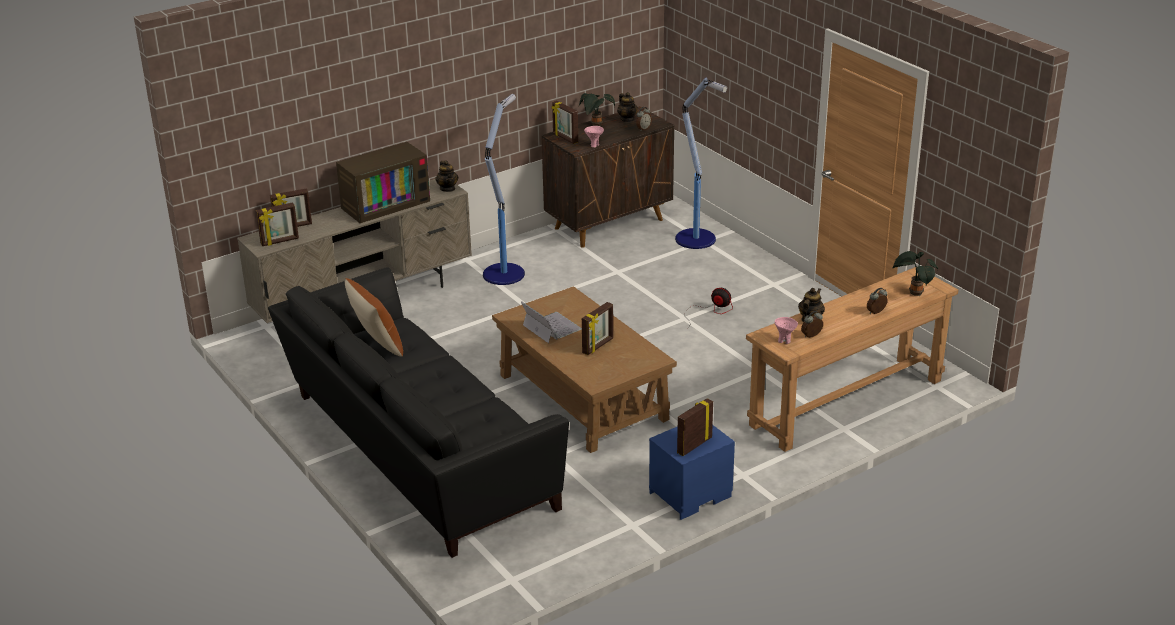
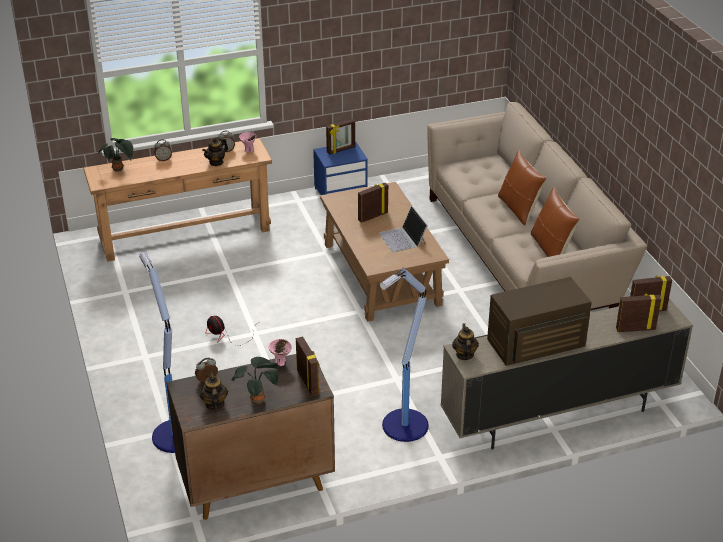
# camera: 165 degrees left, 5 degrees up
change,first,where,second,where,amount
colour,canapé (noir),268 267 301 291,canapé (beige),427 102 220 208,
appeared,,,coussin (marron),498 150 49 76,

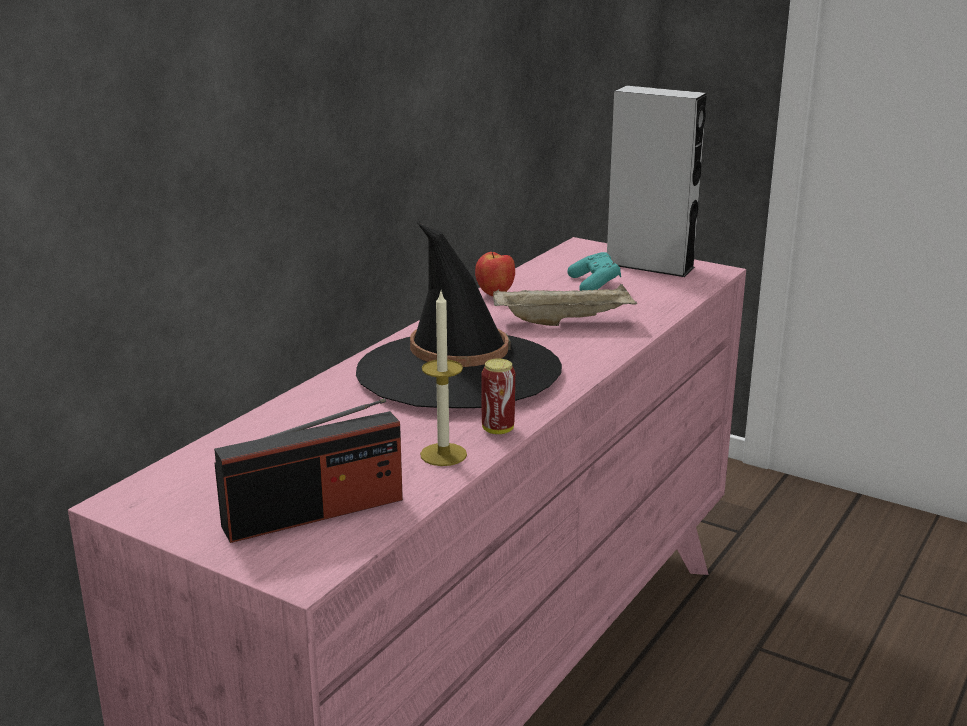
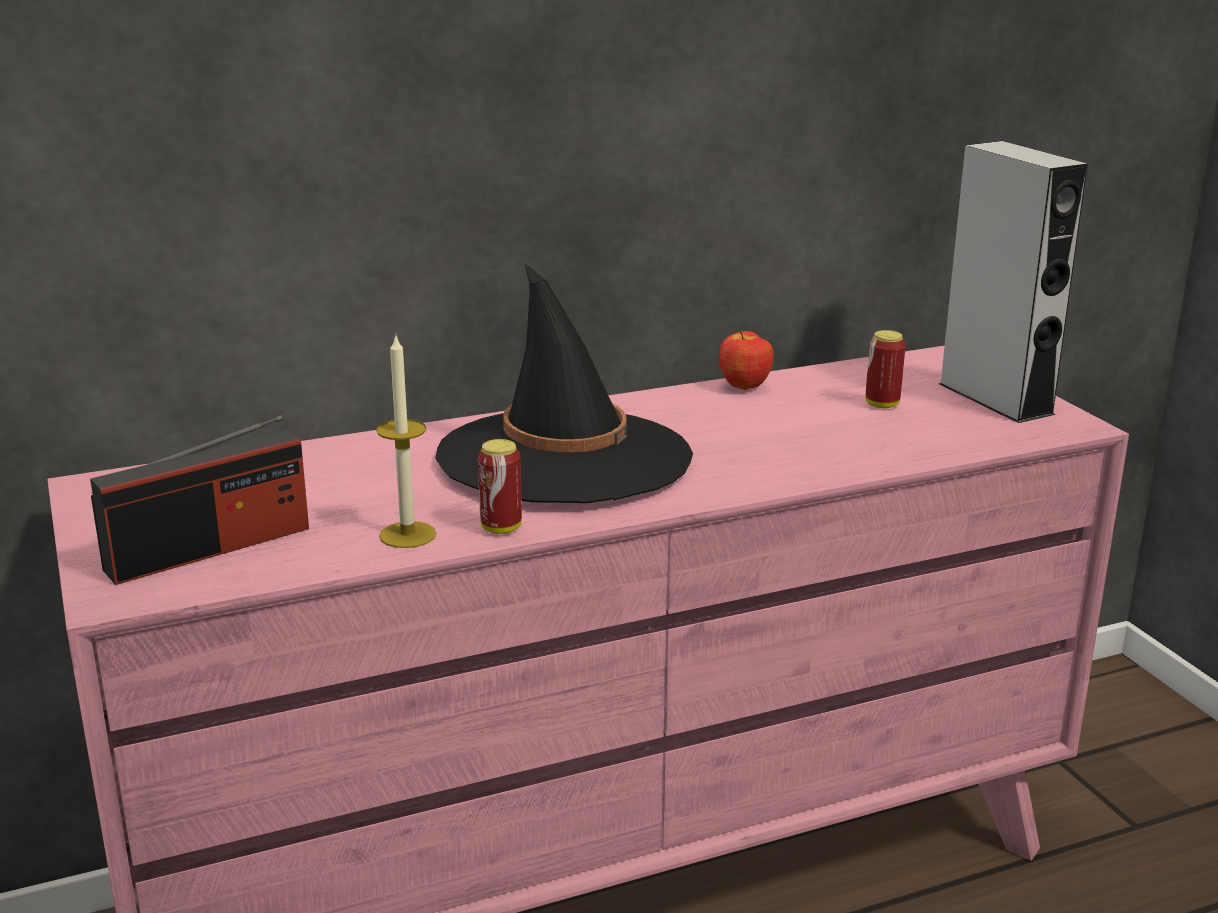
# camera: 35 degrees right, 0 degrees up
change,first,where,second,where,amount
spun,radio,214 398 189 145,,90 415 219 170,45 degrees counterclockwise
missing,plateau (beige),493 284 144 42,,,
exchanged,manette (turquoise),567 252 54 39,boîte métallique,866 330 40 78,

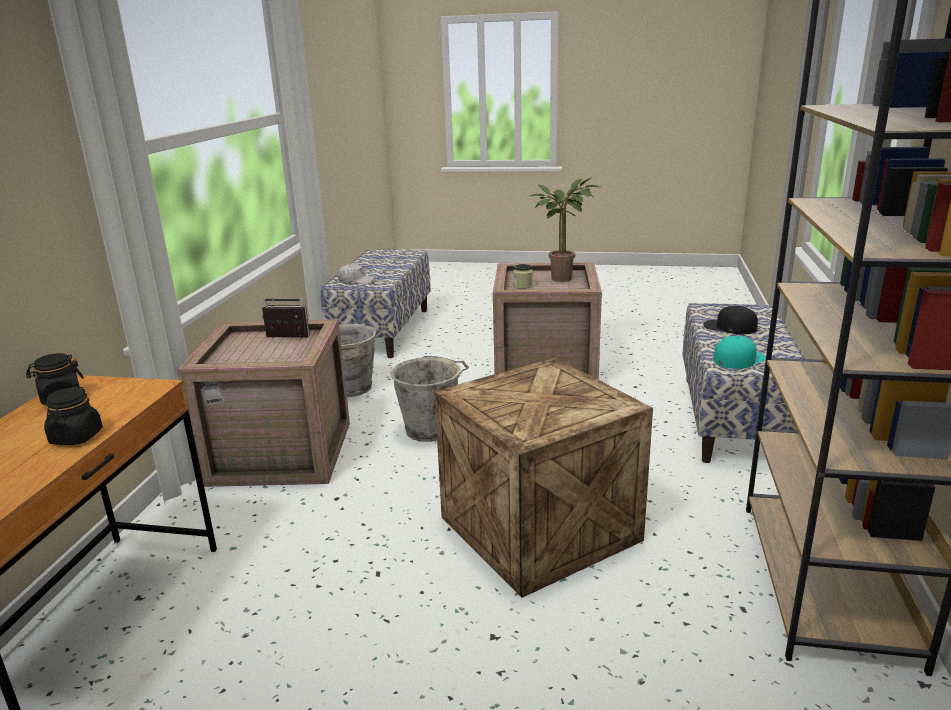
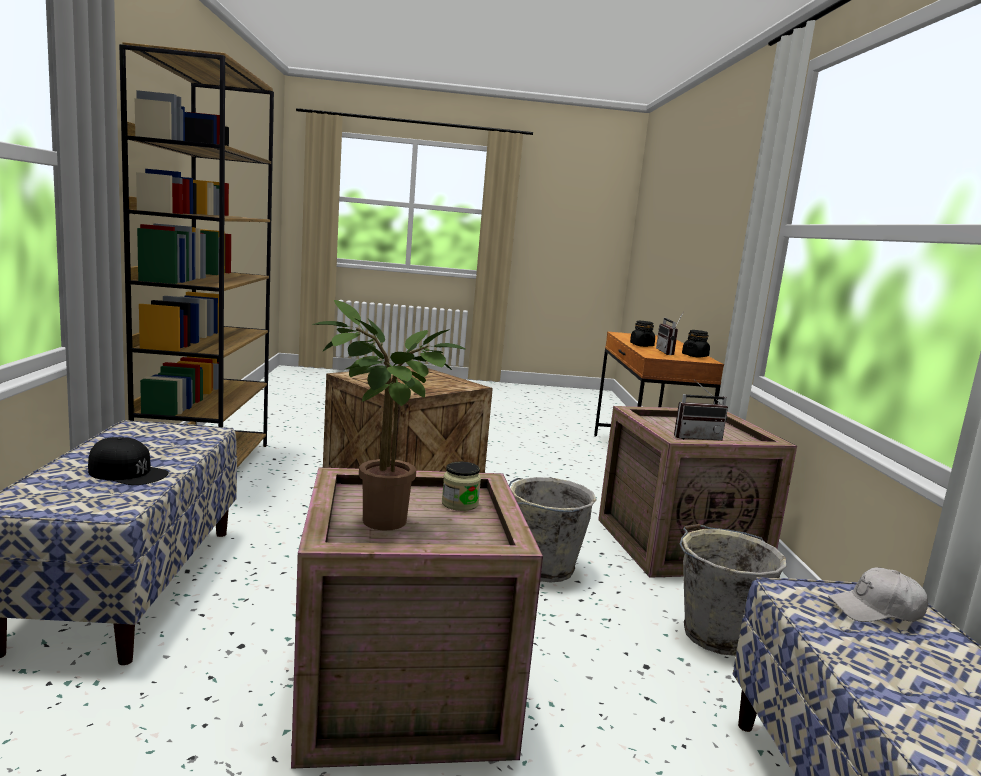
# camera: 165 degrees right, 10 degrees down
change,first,where,second,where,amount
missing,casquette (turquoise),713 336 53 33,,,
appeared,,,radio,656 313 27 42,

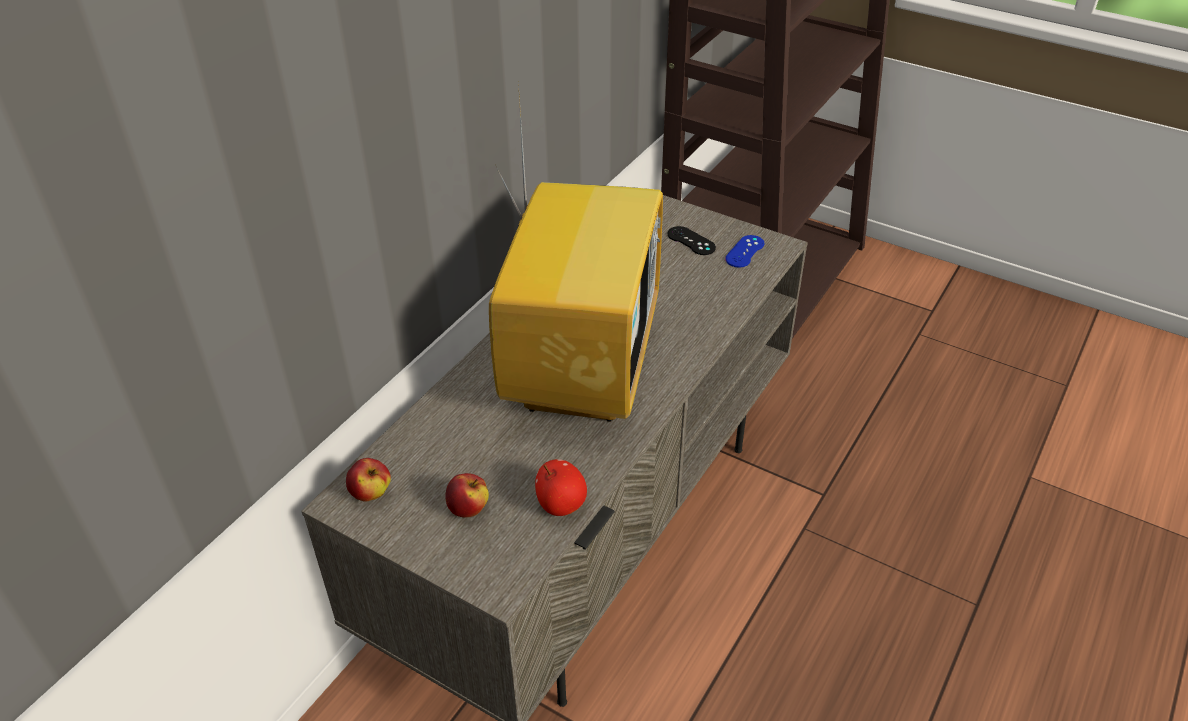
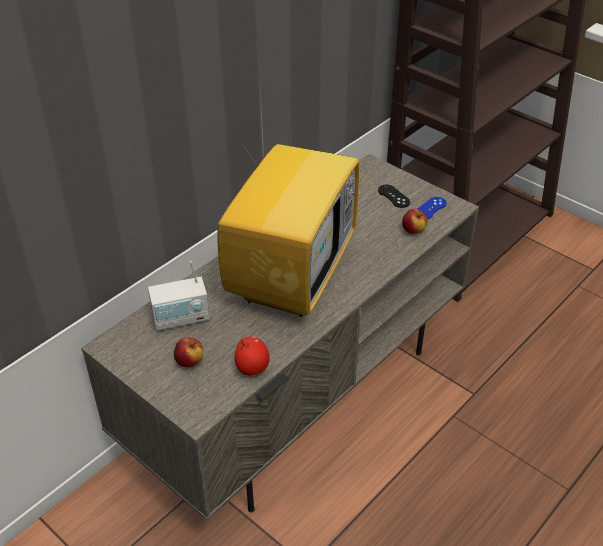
# camera: 10 degrees right, 0 degrees up
change,first,where,second,where,amount
relocated,pomme,346 458 45 44,,402 209 26 25,
appeared,,,radio,148 261 62 70,

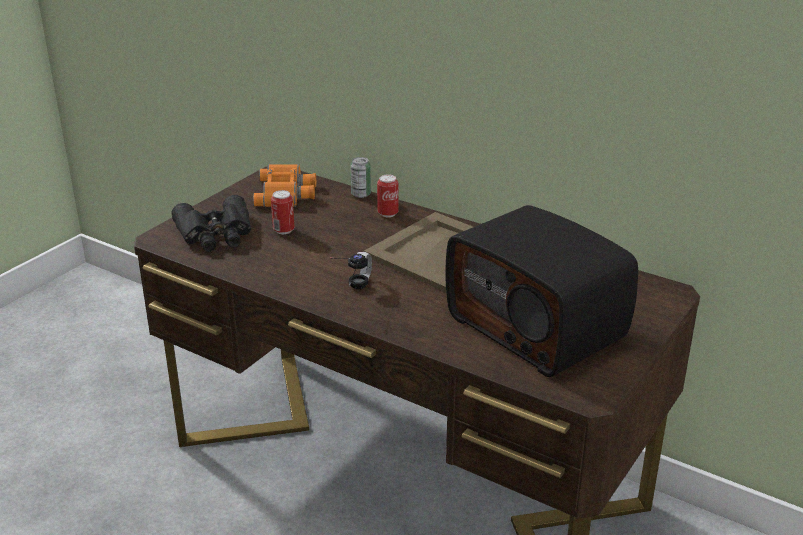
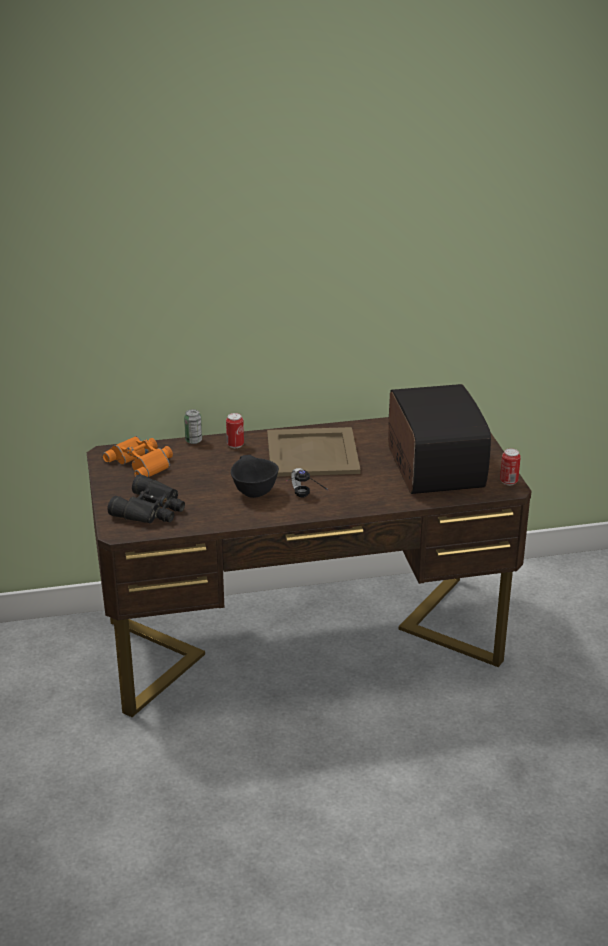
# camera: 45 degrees left, 0 degrees up
change,first,where,second,where,amount
relocated,boîte métallique,271 190 23 44,,500 448 21 37,
spun,radio,445 205 193 172,,388 384 103 110,105 degrees counterclockwise
appeared,,,bol (noir),231 455 48 43,

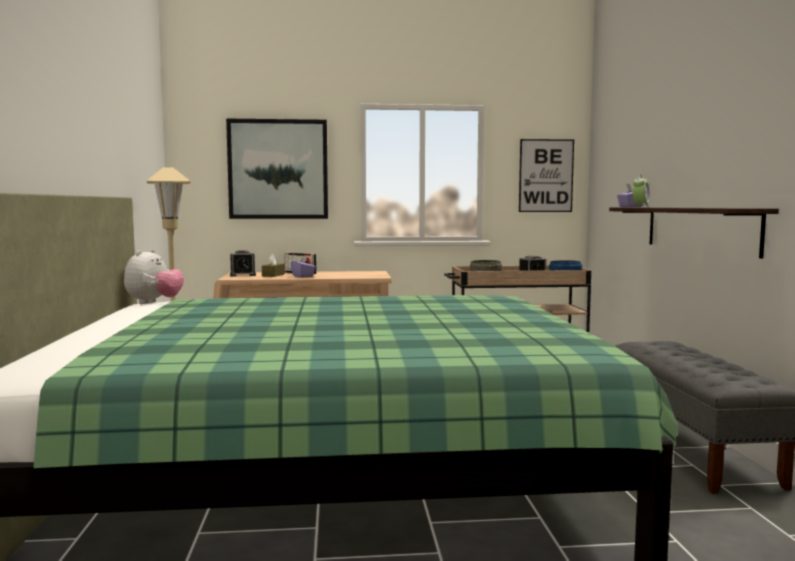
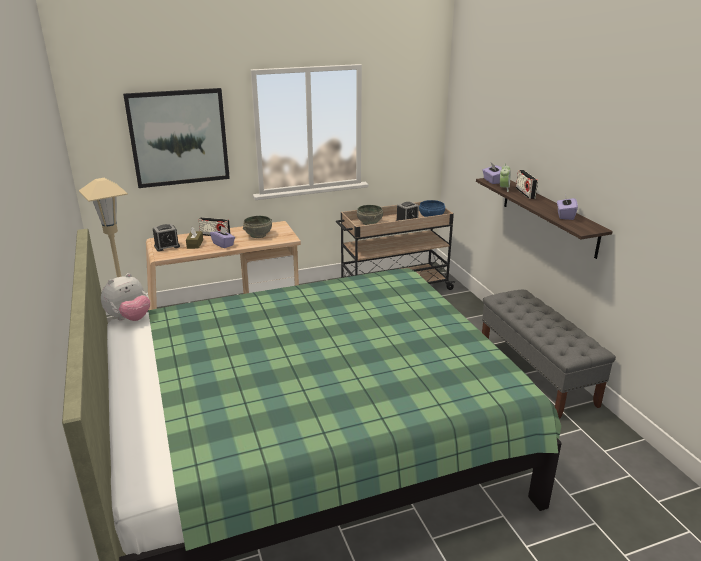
# camera: 15 degrees left, 20 degrees up
change,first,where,second,where,amount
spun,peluche,124 249 60 55,,101 273 49 48,45 degrees clockwise
missing,tableau,519 139 55 73,,,
appeared,,,bol (gris),243 216 29 22,
appeared,,,radio,516 170 22 29,
appeared,,,boîte à mouchoirs (violet),557 198 21 22,

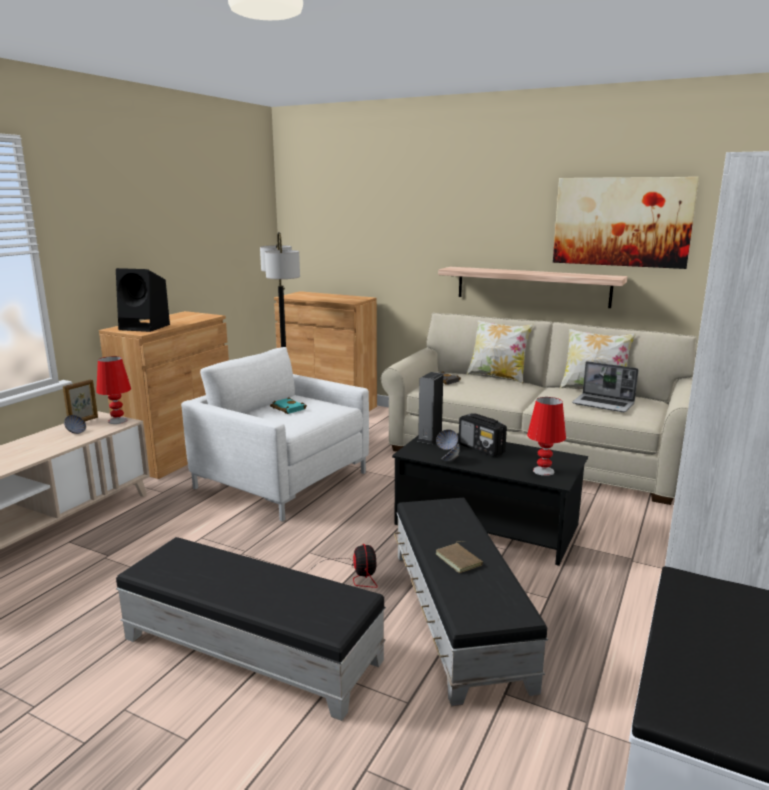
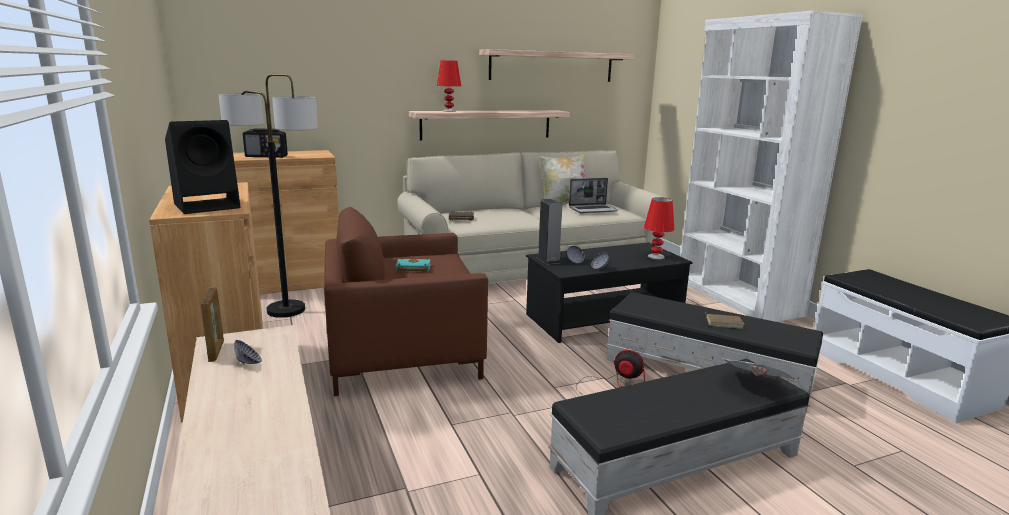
# camera: 50 degrees left, 0 degrees up
change,first,where,second,where,amount
relocated,lampe de table (rouge),96 356 35 68,,437 60 24 52,
colour,fauteuil (blanc),181 347 188 175,fauteuil (marron),324 207 164 189,
relocated,radio,459 413 48 44,,243 128 45 30,
missing,coussin,466 320 68 64,,,
exchanged,tableau,553 177 146 92,étagère,479 49 156 33,
appeared,,,journal,721 358 74 21,

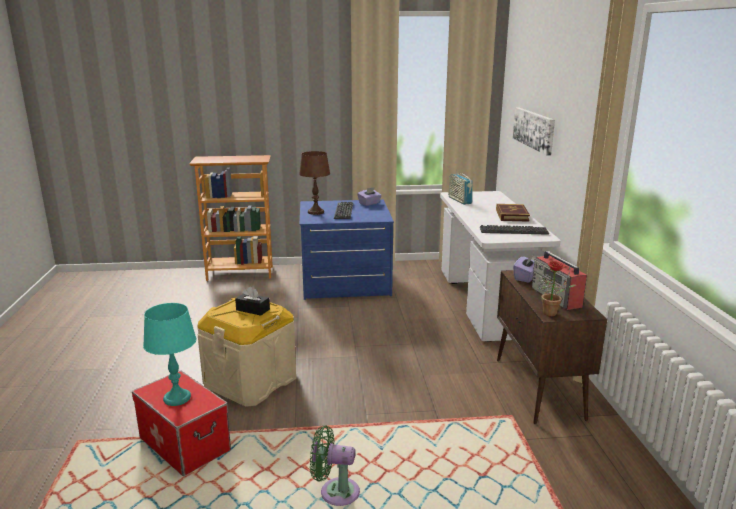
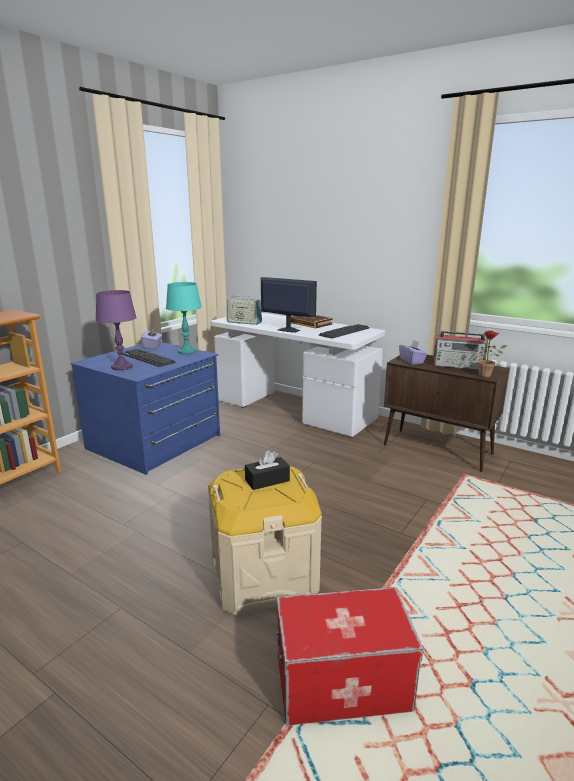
# camera: 50 degrees left, 0 degrees up
change,first,where,second,where,amount
relocated,lampe de table (turquoise),143 303 53 103,,166 282 36 72,
colour,lampe de table (marron),299 151 31 64,lampe de table (violet),95 290 42 80,
missing,ventilateur (vert),310 425 50 81,,,
missing,tableau,513 107 42 48,,,
appeared,,,écran d'ordinateur,261 277 56 56,

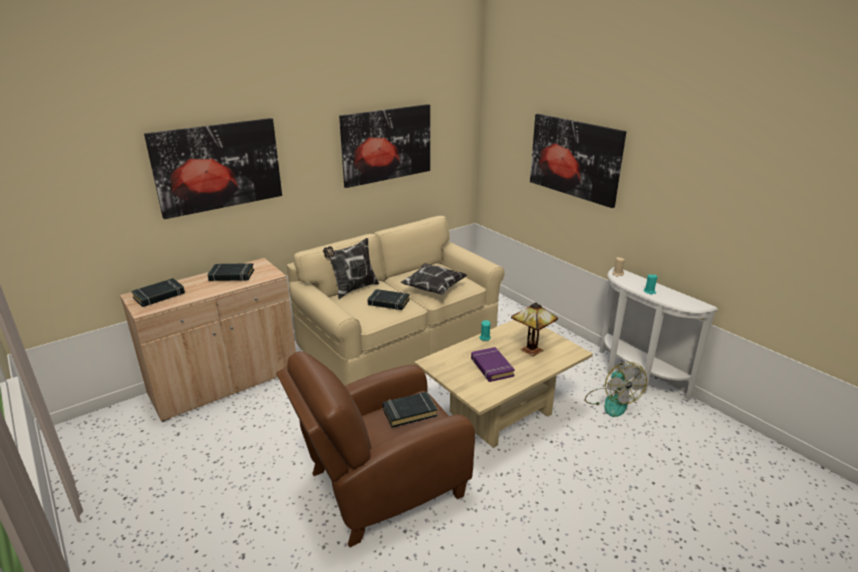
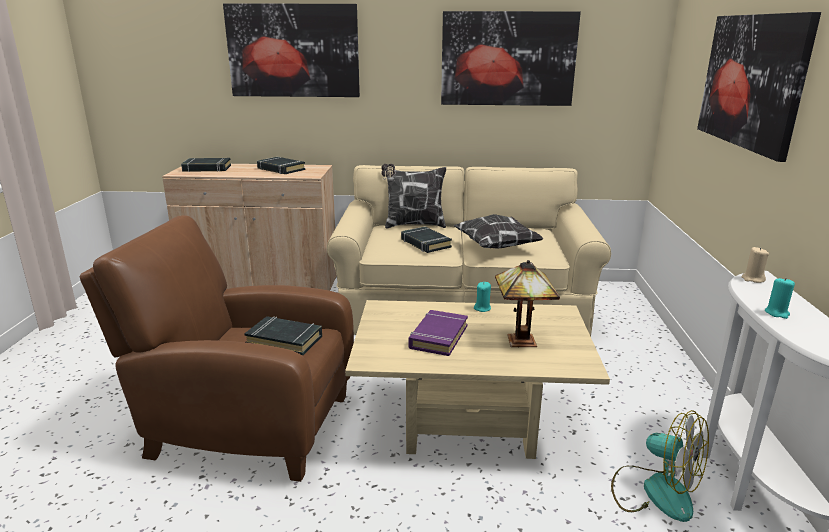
# camera: 40 degrees right, 5 degrees down
change,first,where,second,where,amount
spun,ventilateur,585 362 62 55,,611 410 98 112,75 degrees counterclockwise

